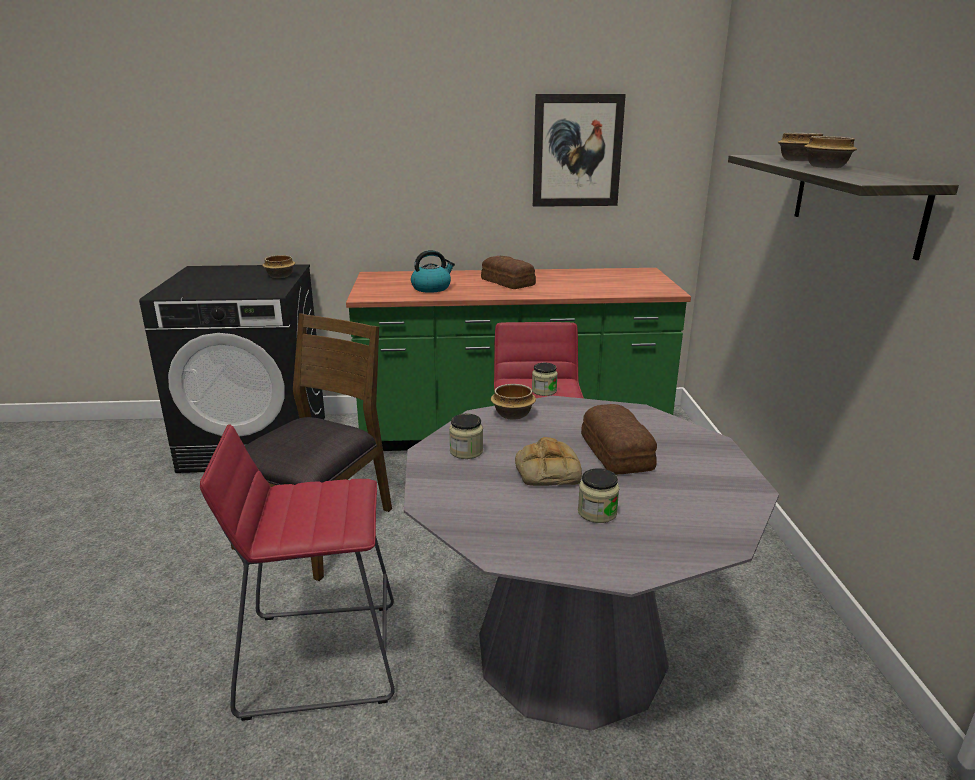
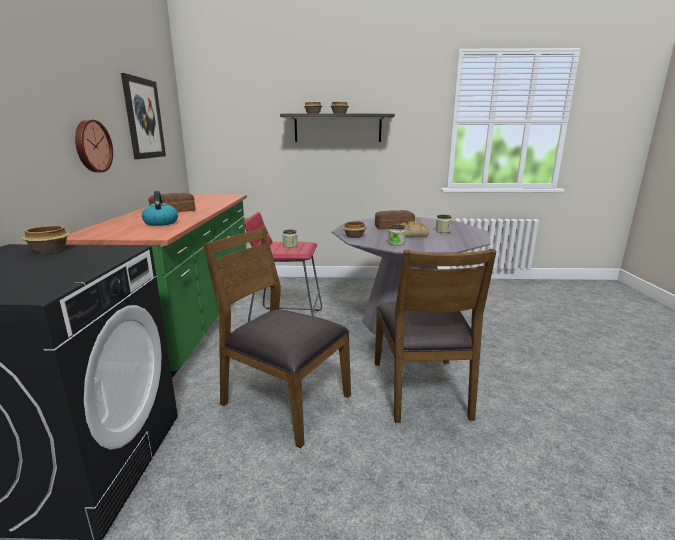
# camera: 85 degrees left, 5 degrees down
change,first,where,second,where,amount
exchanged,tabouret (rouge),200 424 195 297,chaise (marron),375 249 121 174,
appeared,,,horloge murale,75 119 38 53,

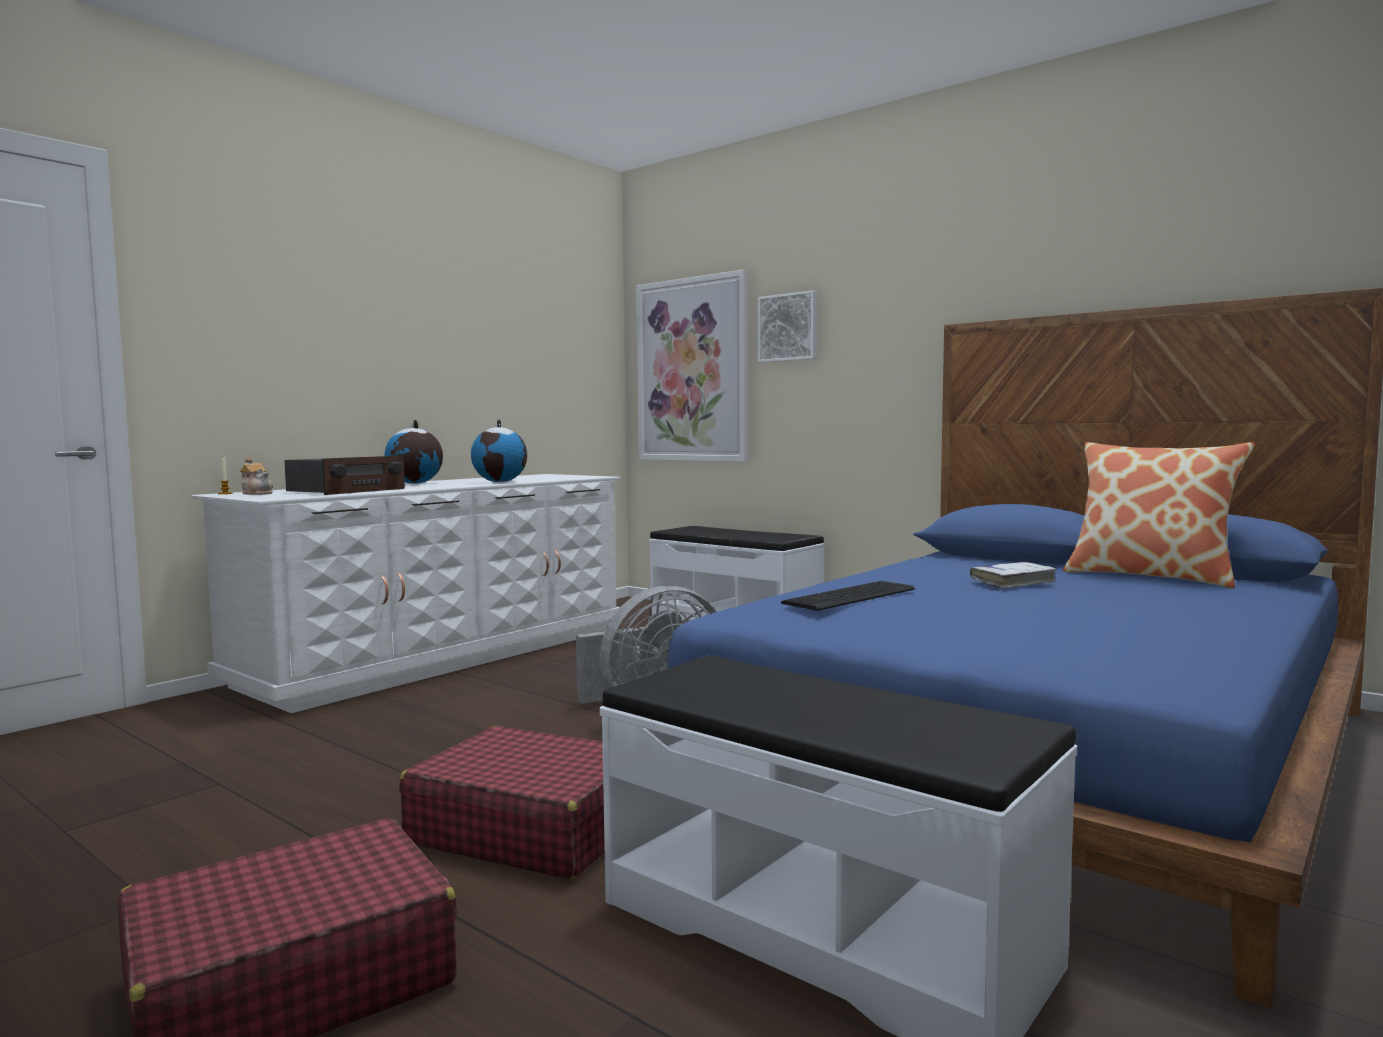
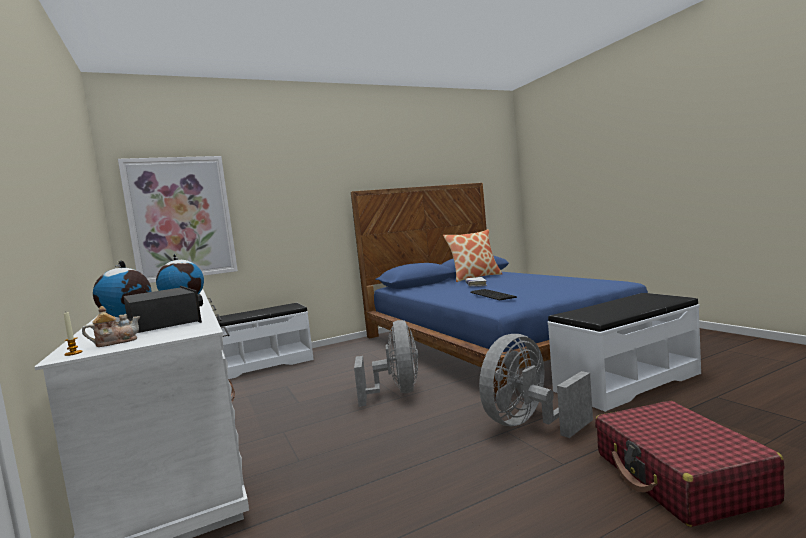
# camera: 65 degrees left, 0 degrees up
change,first,where,second,where,amount
exchanged,valise (rouge),399 726 206 153,ventilateur (gris),479 334 114 104,
missing,tableau,758 290 59 73,,,

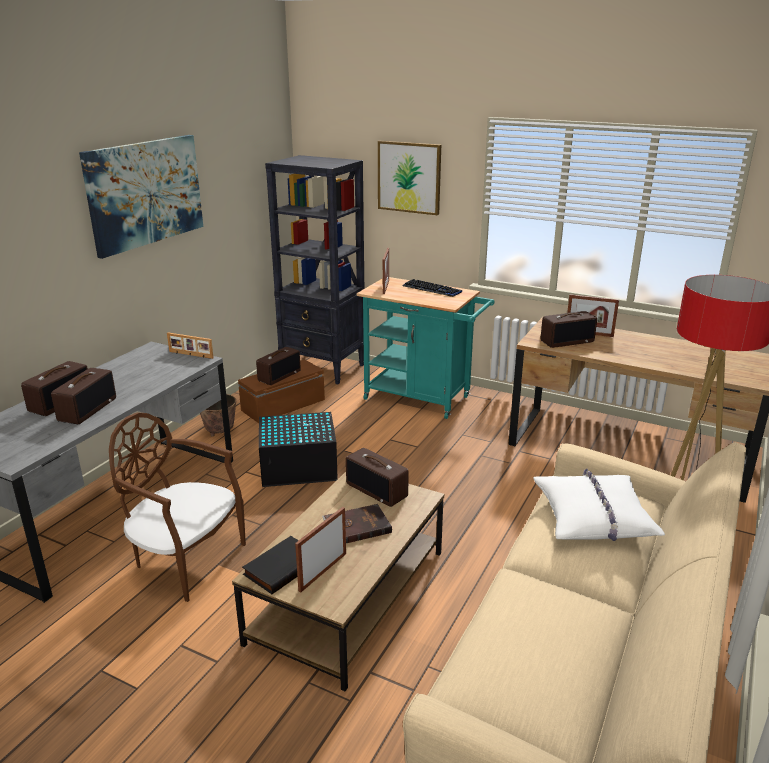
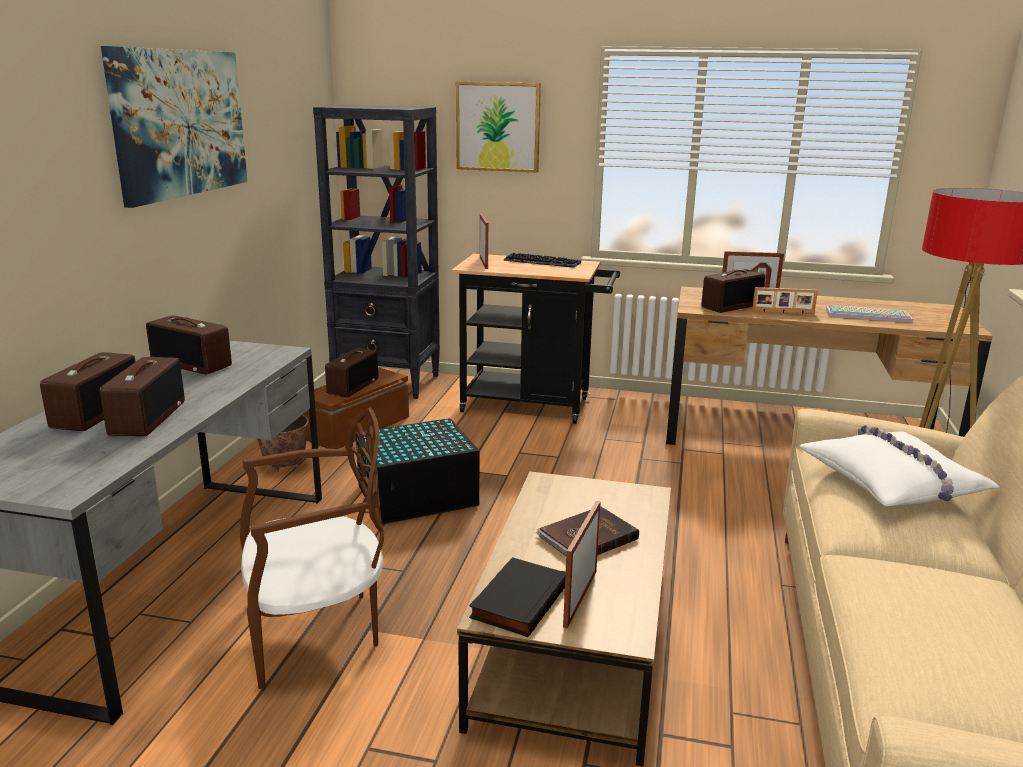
# camera: 15 degrees left, 5 degrees down
change,first,where,second,where,amount
spun,chaise (marron),109 412 137 190,,240 407 144 282,150 degrees clockwise
relocated,cadre photo,167 333 47 26,,752 287 66 27,
relocated,radio,346 448 63 59,,146 315 86 59,
colour,chariot (turquoise),356 277 138 142,chariot (noir),451 254 169 170,
appeared,,,clavier,826 305 87 18,

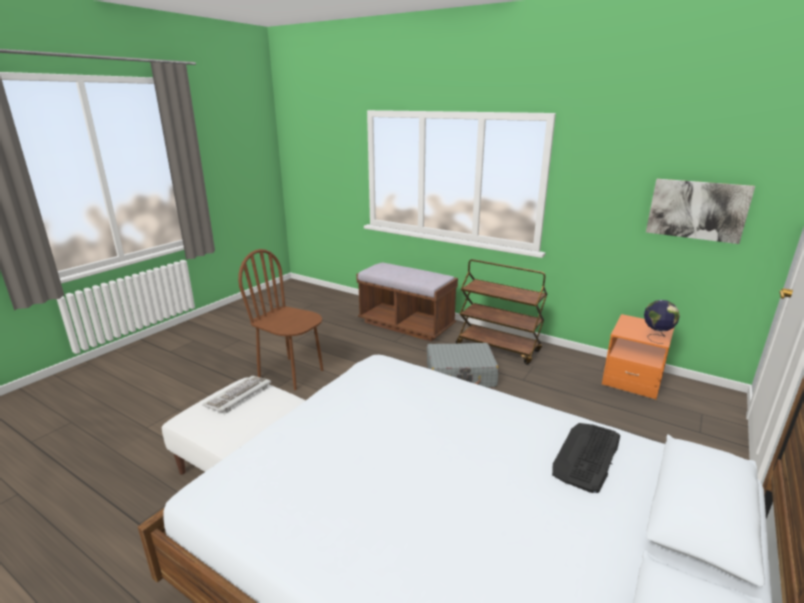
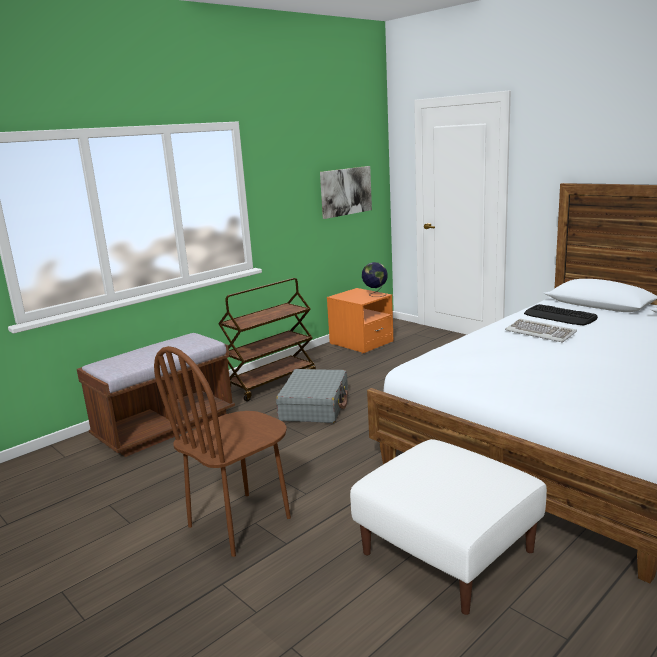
# camera: 75 degrees left, 5 degrees down
change,first,where,second,where,amount
relocated,clavier,202 376 69 37,,505 319 72 23,

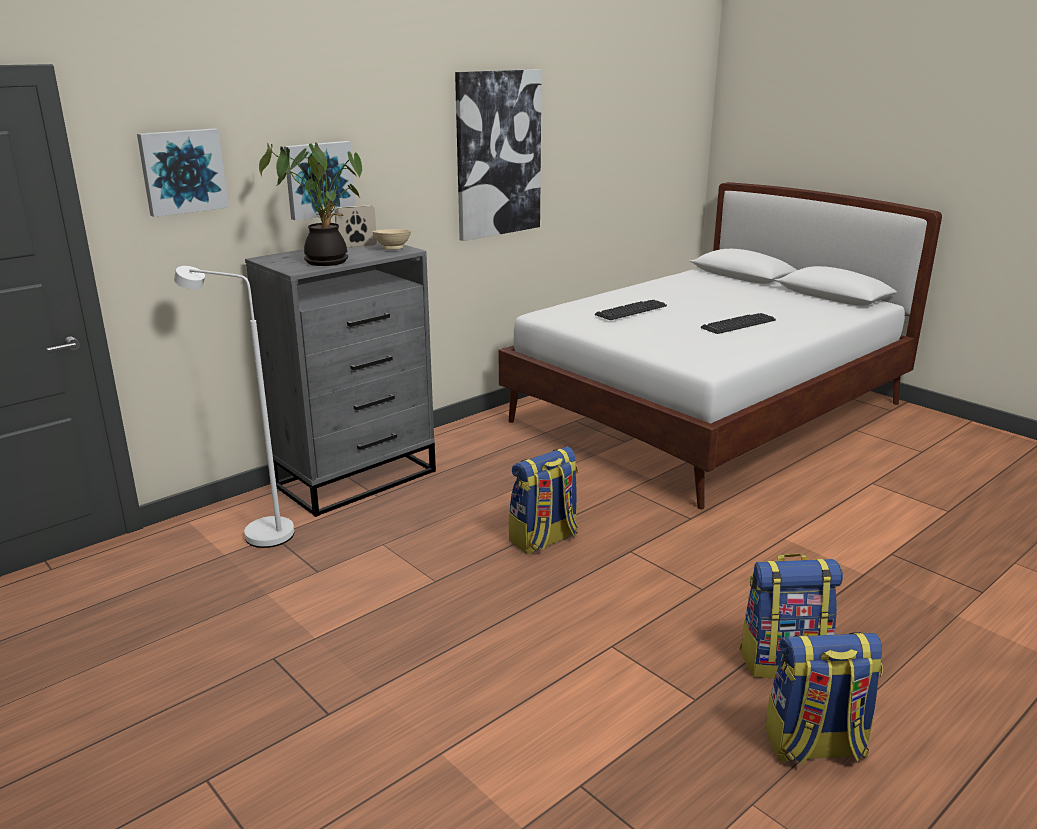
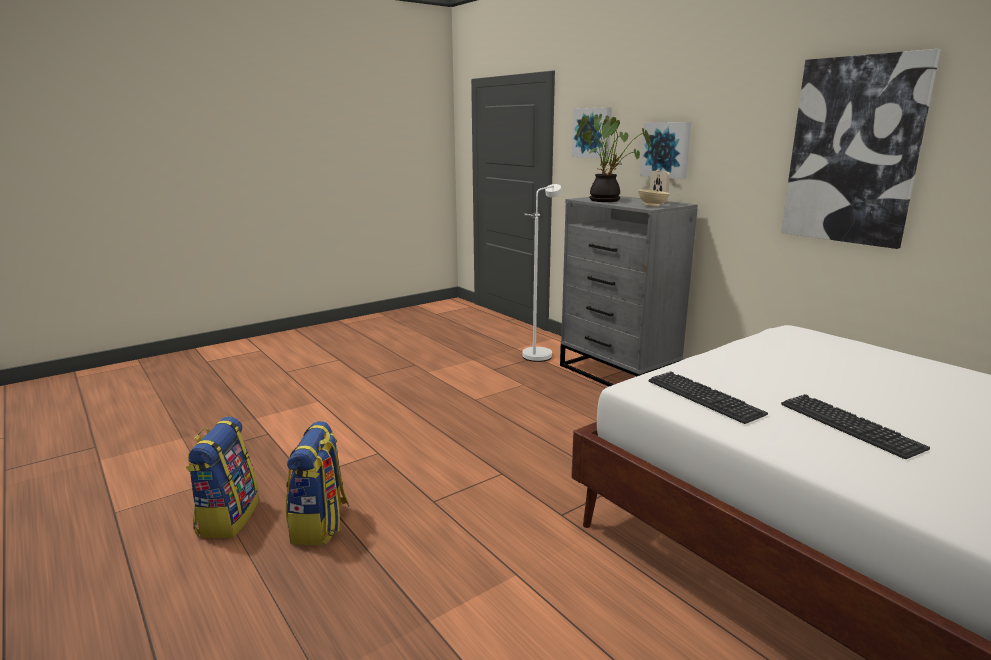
# camera: 95 degrees right, 5 degrees down
change,first,where,second,where,amount
missing,sac à dos,509 447 69 107,,,
relocated,clavier,595 300 72 20,,649 371 119 53,

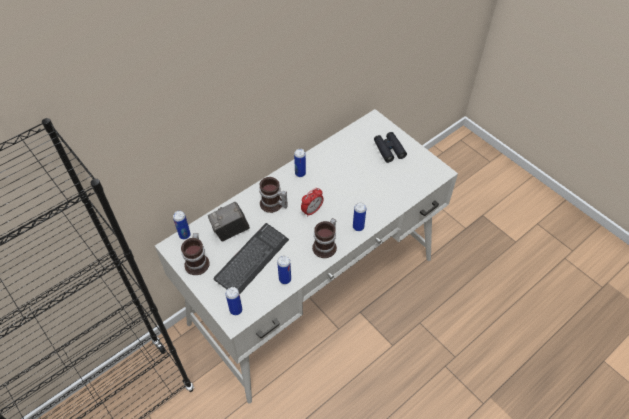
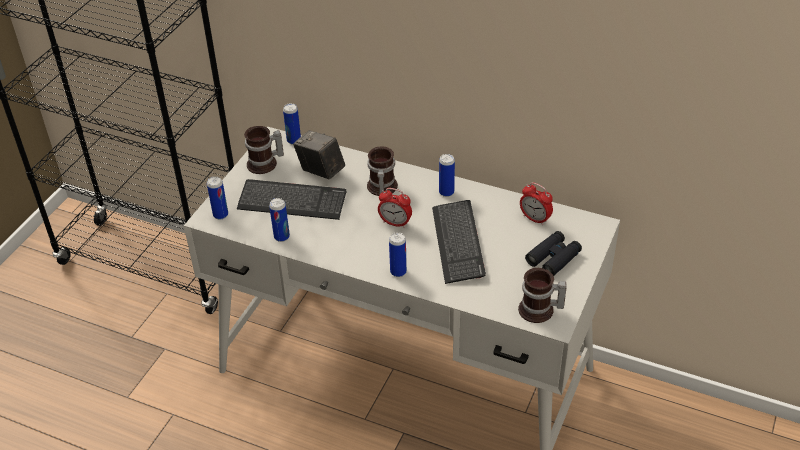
# camera: 65 degrees right, 10 degrees down
change,first,where,second,where,amount
relocated,mug,312 218 25 40,,518 268 49 55,
appeared,,,clavier,432 200 54 84,
appeared,,,réveil,520 182 33 43,

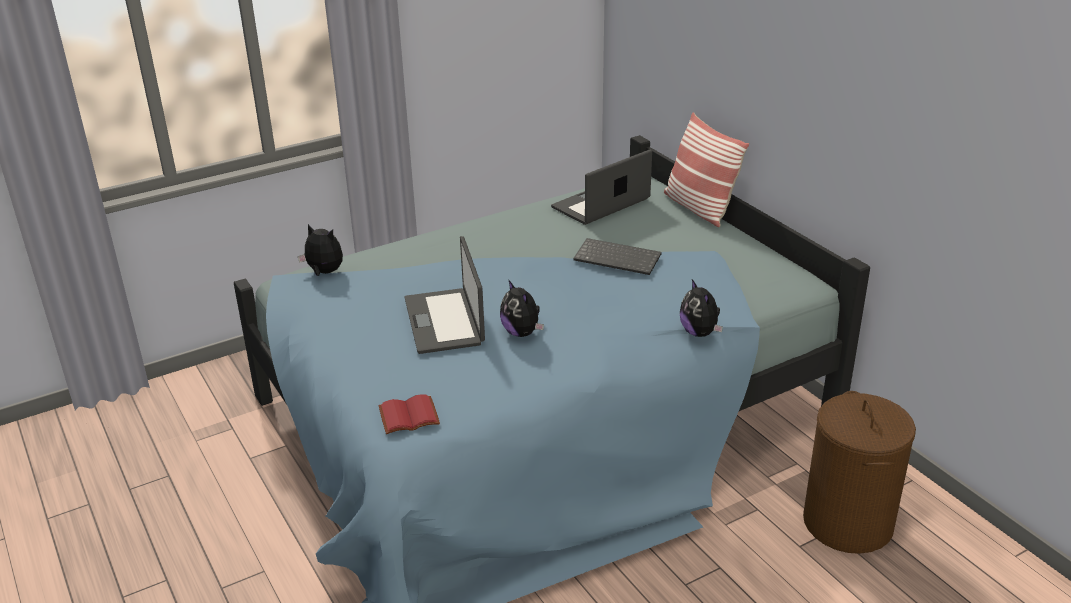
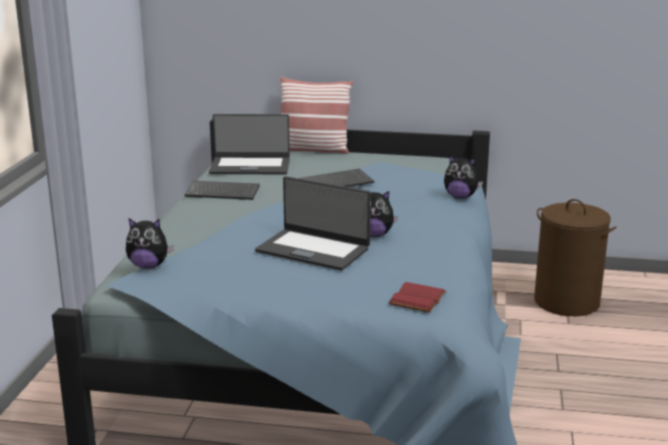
# camera: 50 degrees left, 10 degrees down
change,first,where,second,where,amount
spun,peluche,298 224 45 52,,126 218 48 51,150 degrees counterclockwise
spun,ordinateur portable,551 150 101 75,,209 114 81 60,90 degrees counterclockwise
appeared,,,clavier,185 181 75 19,

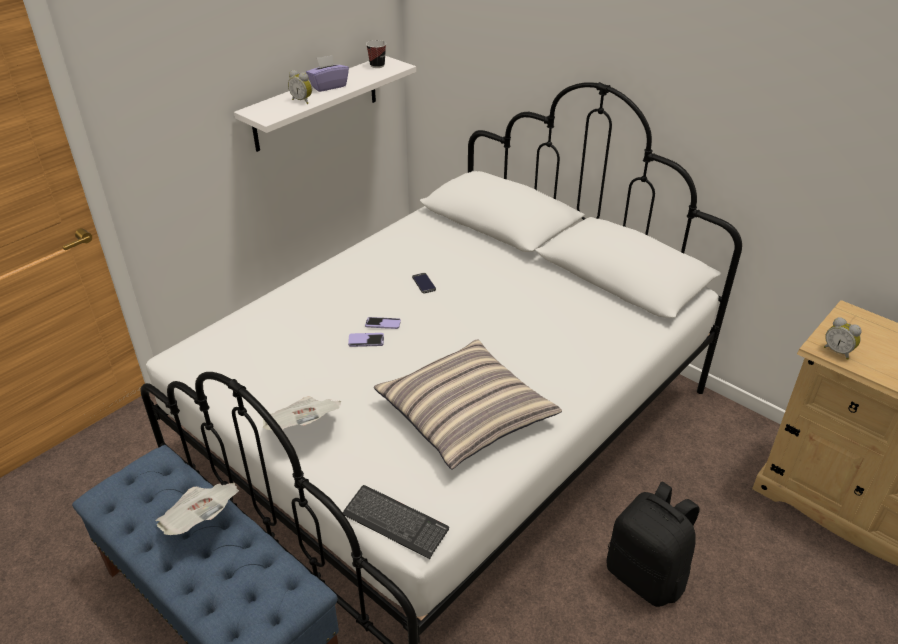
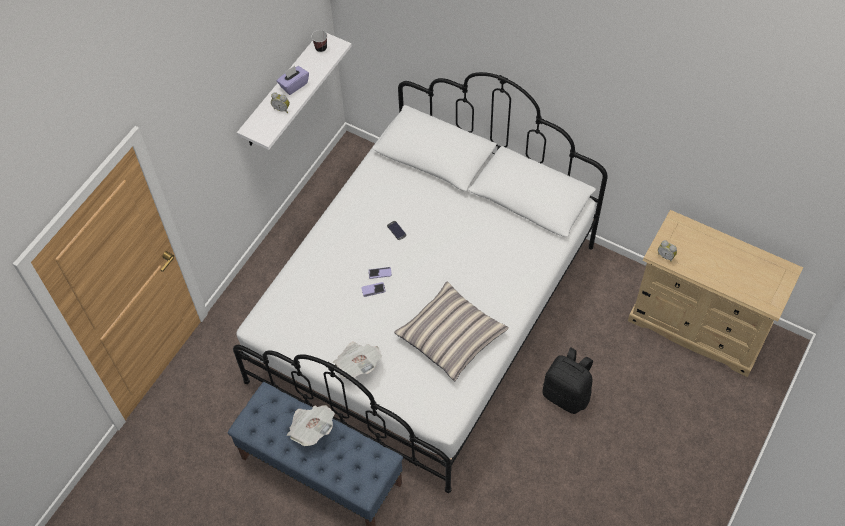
# camera: 10 degrees left, 20 degrees up
change,first,where,second,where,amount
missing,clavier,343 485 106 74,,,

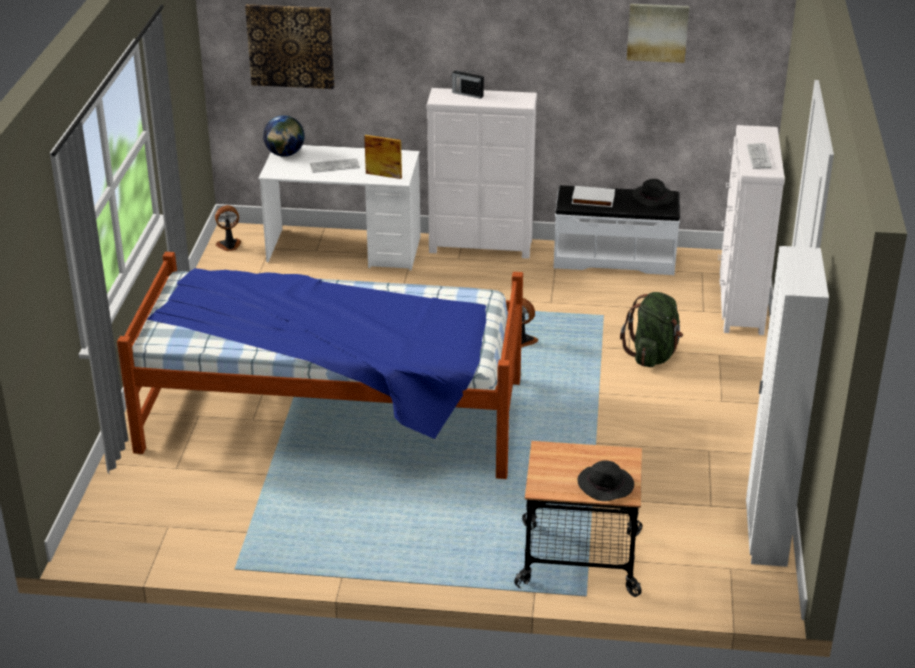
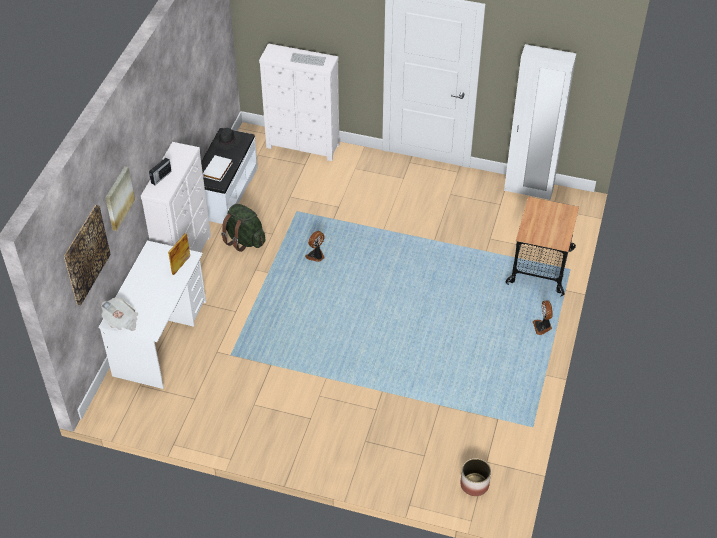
# camera: 80 degrees left, 15 degrees up
change,first,where,second,where,amount
missing,lit,117 252 406 227,,,
relocated,ventilateur,215 205 26 46,,533 300 20 35,
exchanged,globe,263 115 42 42,journal,101 298 37 33,
missing,clavier,310 158 50 15,,,
missing,chapeau (noir),577 460 57 41,,,
relocated,sac à dos (vert),620 292 63 75,,221 204 44 48,
relocated,tableau,627 3 62 60,,105 166 30 65,
appeared,,,cache-pot,460 458 31 38,

